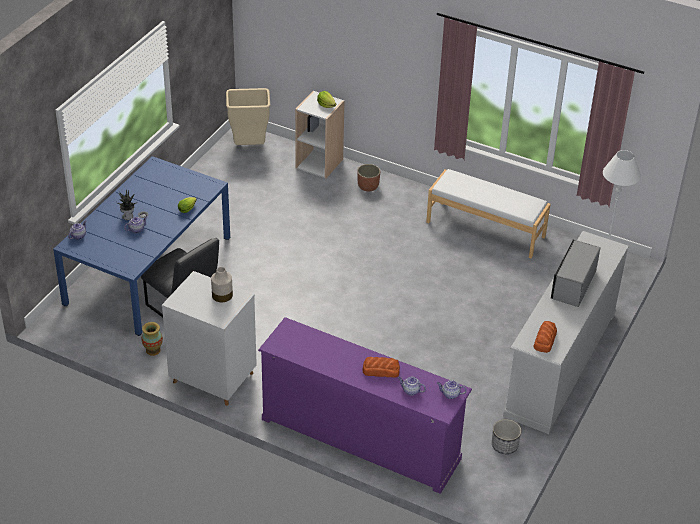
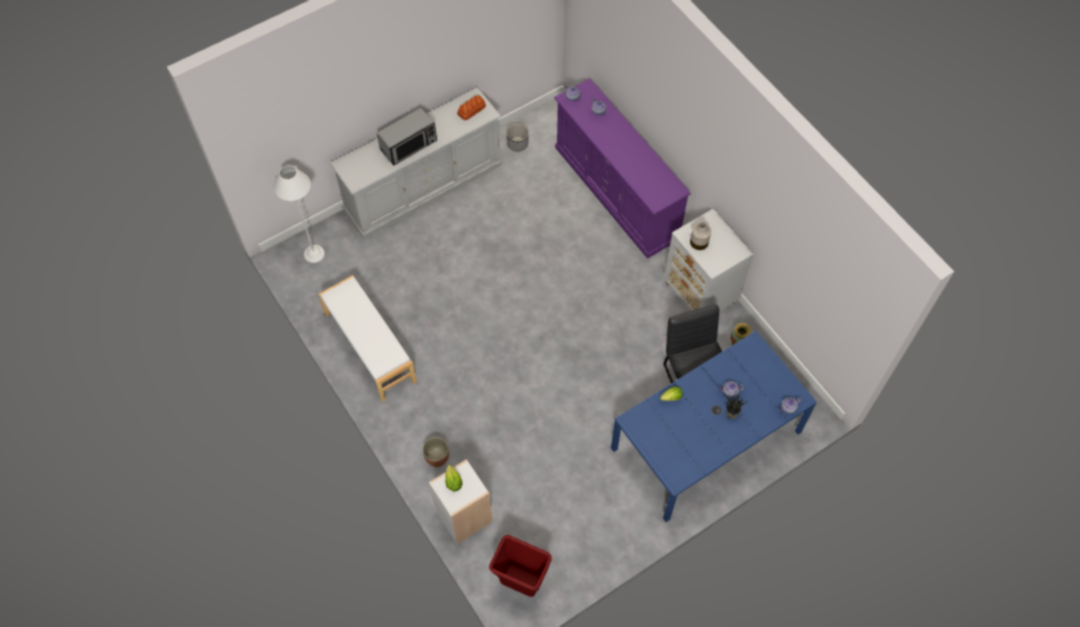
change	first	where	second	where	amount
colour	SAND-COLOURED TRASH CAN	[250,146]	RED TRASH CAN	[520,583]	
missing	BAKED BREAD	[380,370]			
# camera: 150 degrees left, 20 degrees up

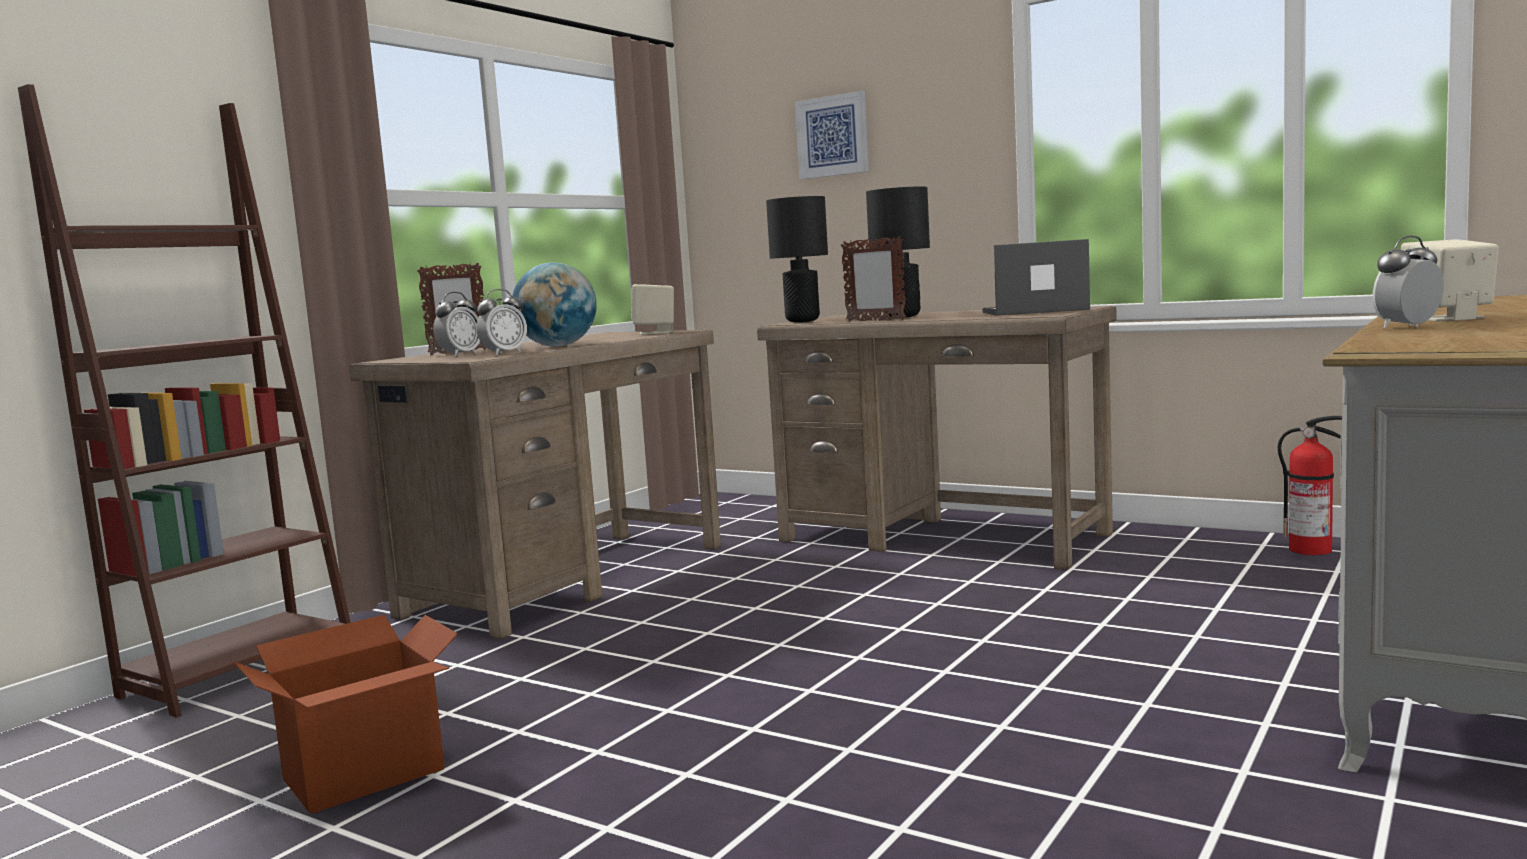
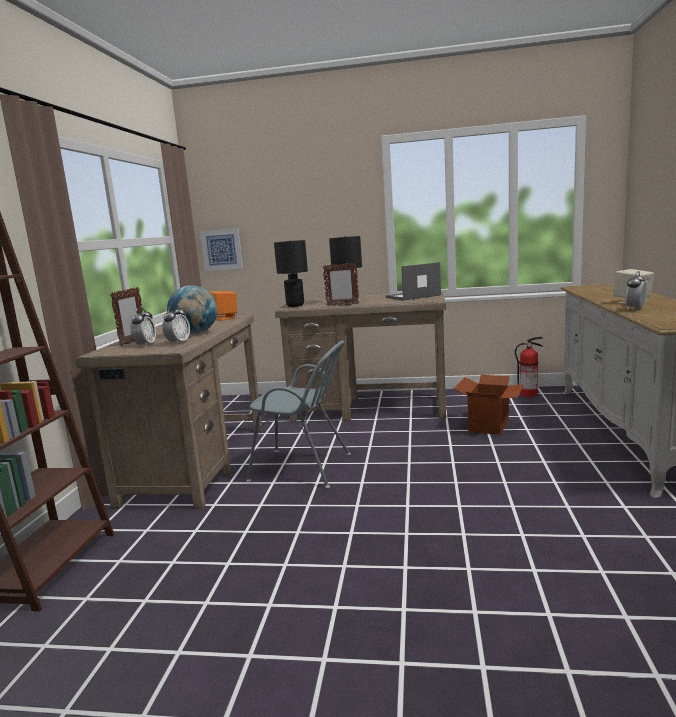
change	first	where	second	where	amount
relocated	WALL PICTURE	[832,136]		[222,249]	
colour	SAND-COLOURED SPEAKER	[655,333]	ORANGEY SPEAKER	[224,318]	
appeared			GRAY PLAIN CHAIR	[304,467]	
relocated	CARDBOARD BOX	[365,775]		[489,425]	
# camera: 25 degrees left, 5 degrees up

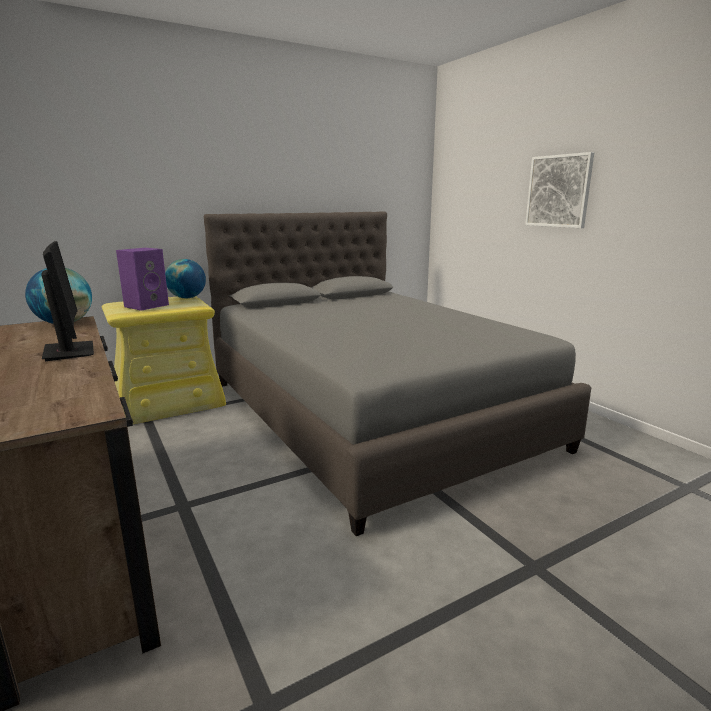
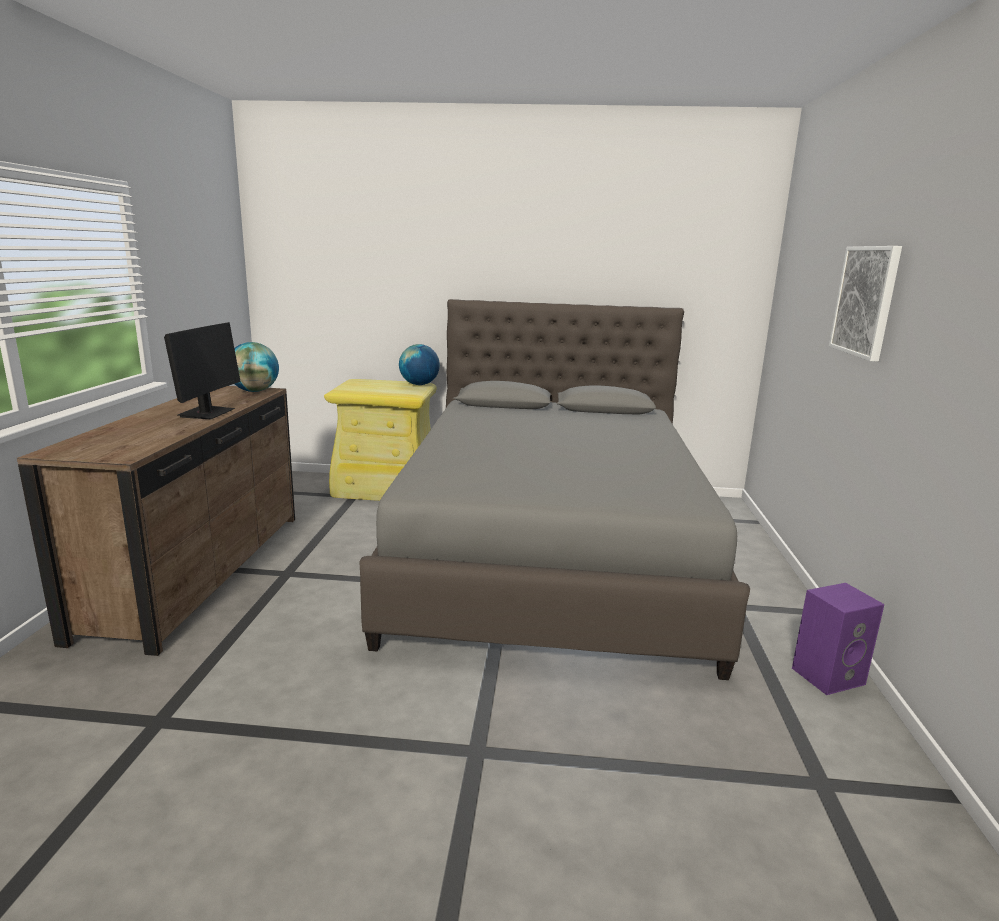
change	first	where	second	where	amount
relocated	PURPLISH SPEAKER	[147,305]		[828,675]	
# camera: 35 degrees right, 0 degrees up

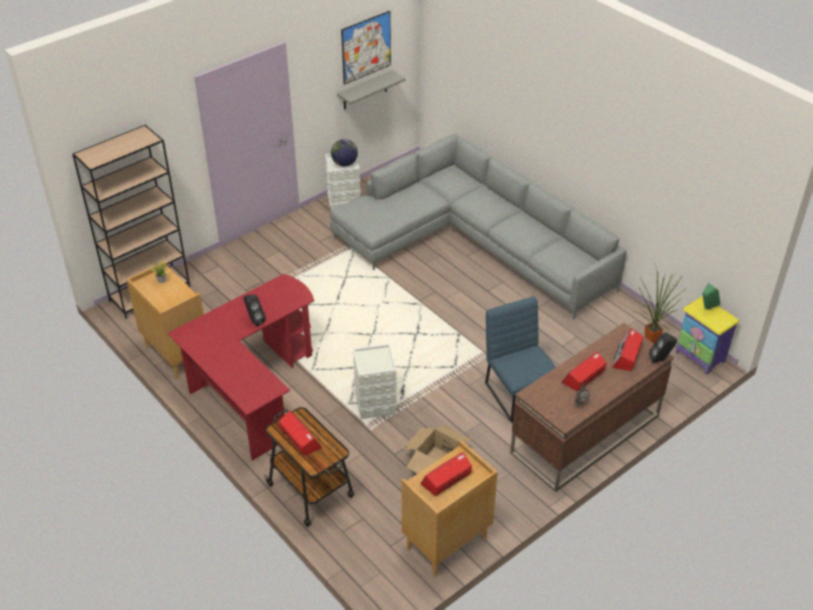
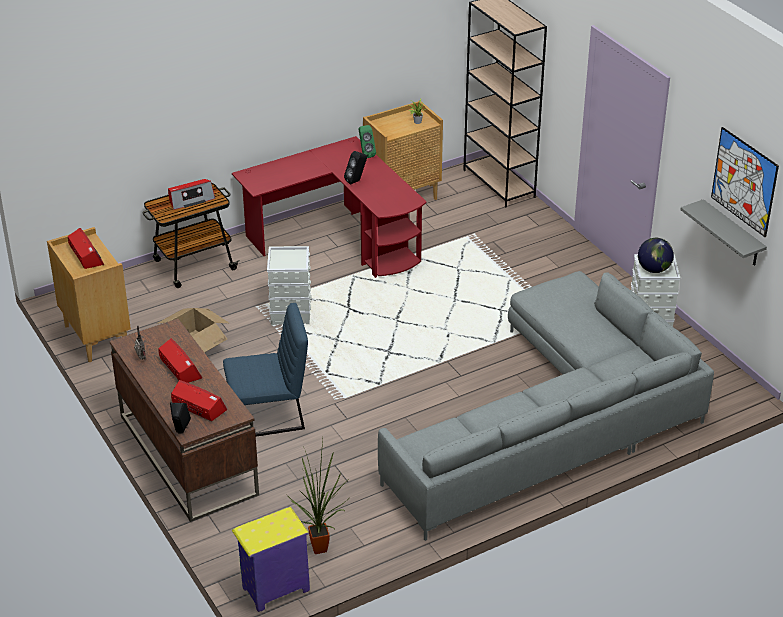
change	first	where	second	where	amount
relocated	GREEN SPEAKER	[707,308]		[365,154]	
# camera: 100 degrees right, 5 degrees down

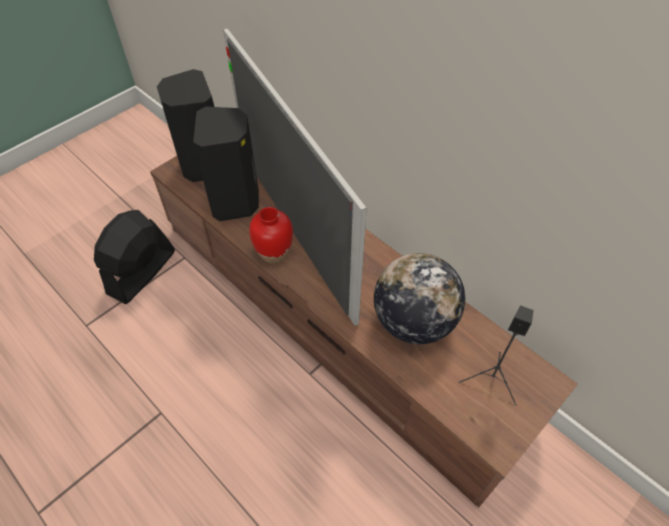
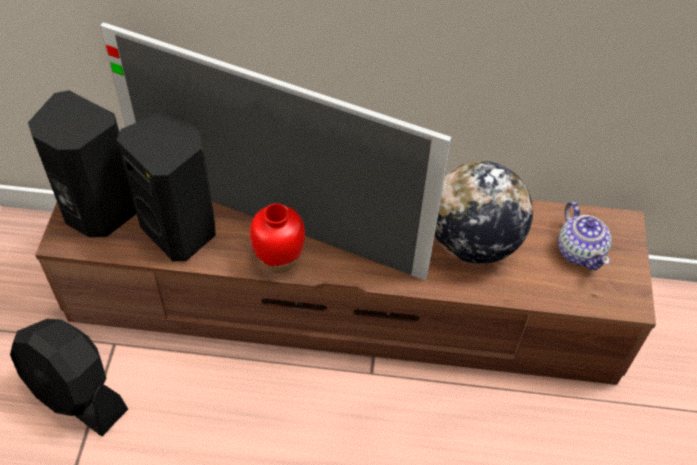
change	first	where	second	where	amount
spun	BLACKISH COOLING FAN	[141,272]		[76,394]	45 degrees counterclockwise
exchanged	BLACKISH SPEAKER	[492,379]	TEAPOT	[580,251]	
# camera: 40 degrees left, 0 degrees up

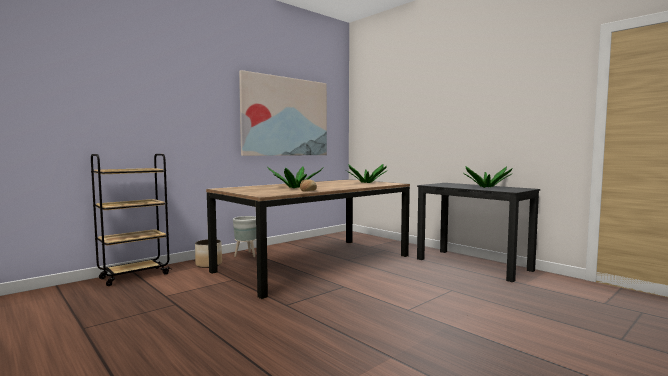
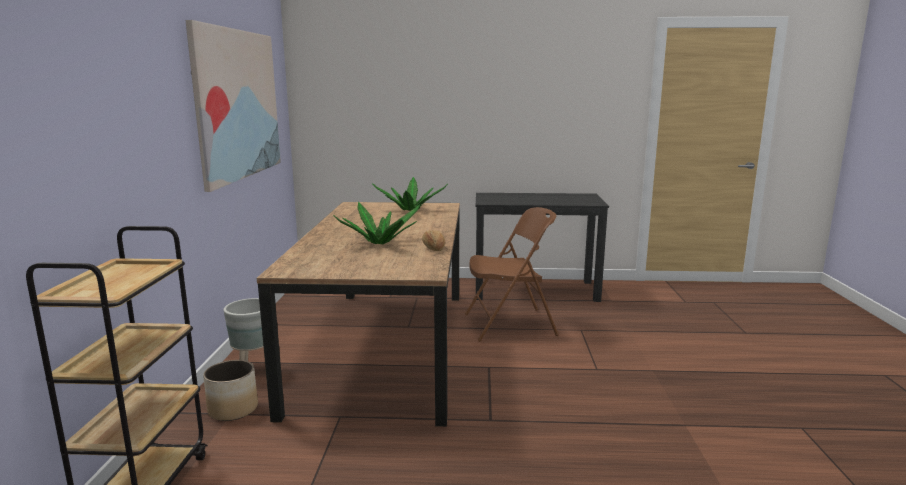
change	first	where	second	where	amount
appeared			BROWNISH PLAIN CHAIR	[509,324]	
missing	POTTED PLANT	[486,187]			
# camera: 45 degrees left, 10 degrees up

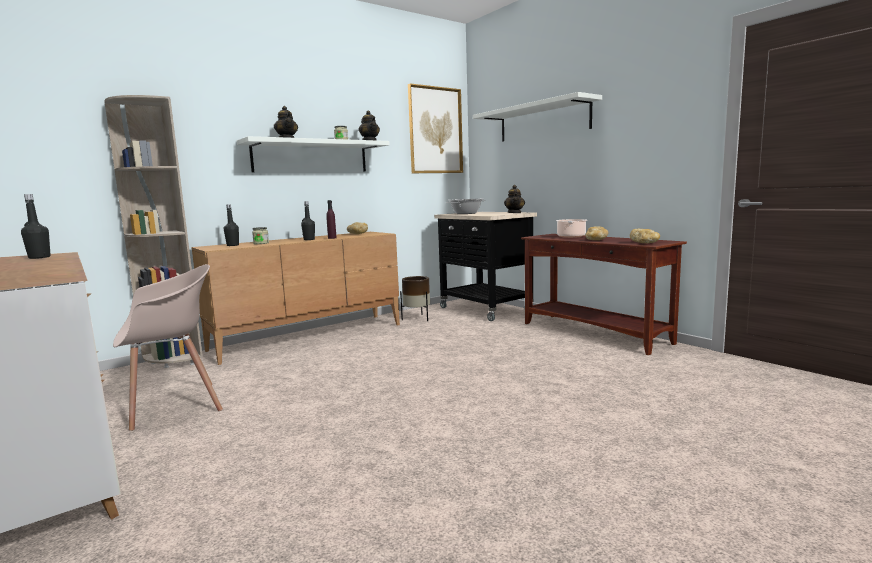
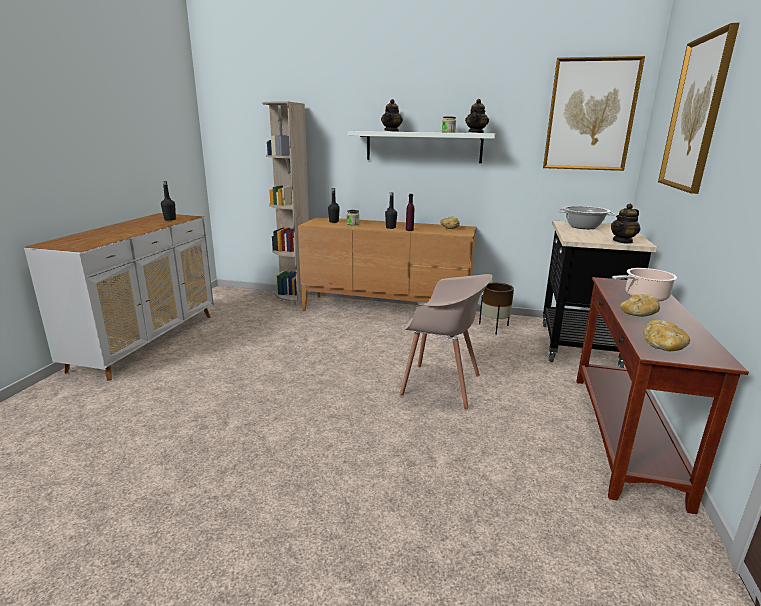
change	first	where	second	where	amount
relocated	SAND-COLOURED PLAIN CHAIR	[177,406]		[442,385]	
exchanged	WHITISH SHELF	[543,121]	WALL PICTURE	[696,114]	
# camera: 50 degrees right, 10 degrees up

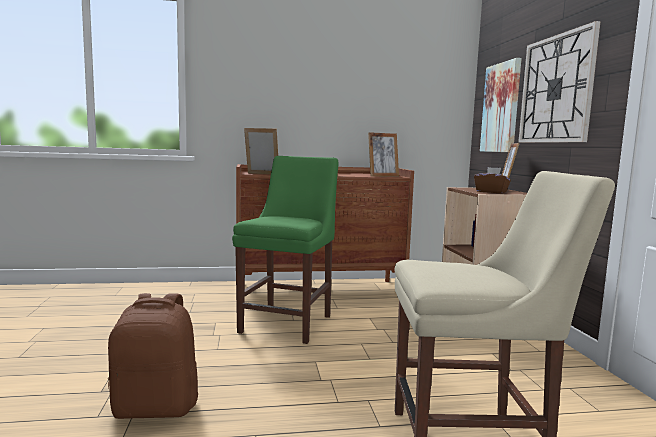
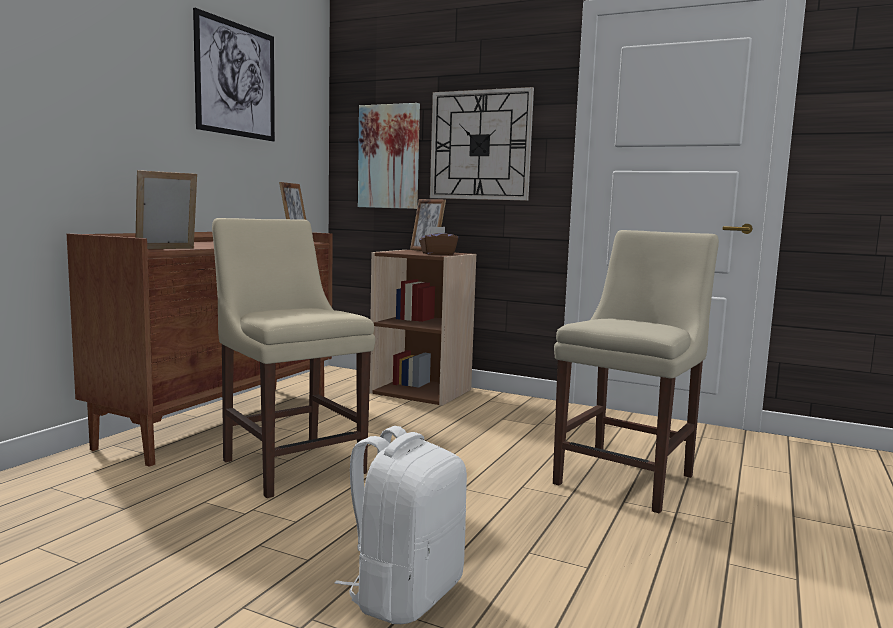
change	first	where	second	where	amount
appeared			WALL PICTURE	[236,80]	
colour	GREEN PLAIN CHAIR	[289,322]	SAND-COLOURED PLAIN CHAIR	[291,464]	
colour	BROWNISH KNAPSACK	[156,408]	WHITISH KNAPSACK	[405,594]	
# camera: 55 degrees left, 0 degrees up

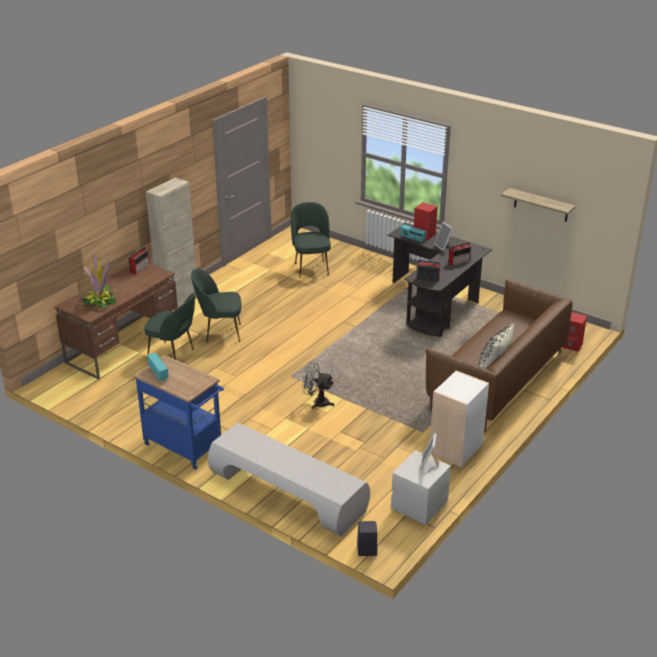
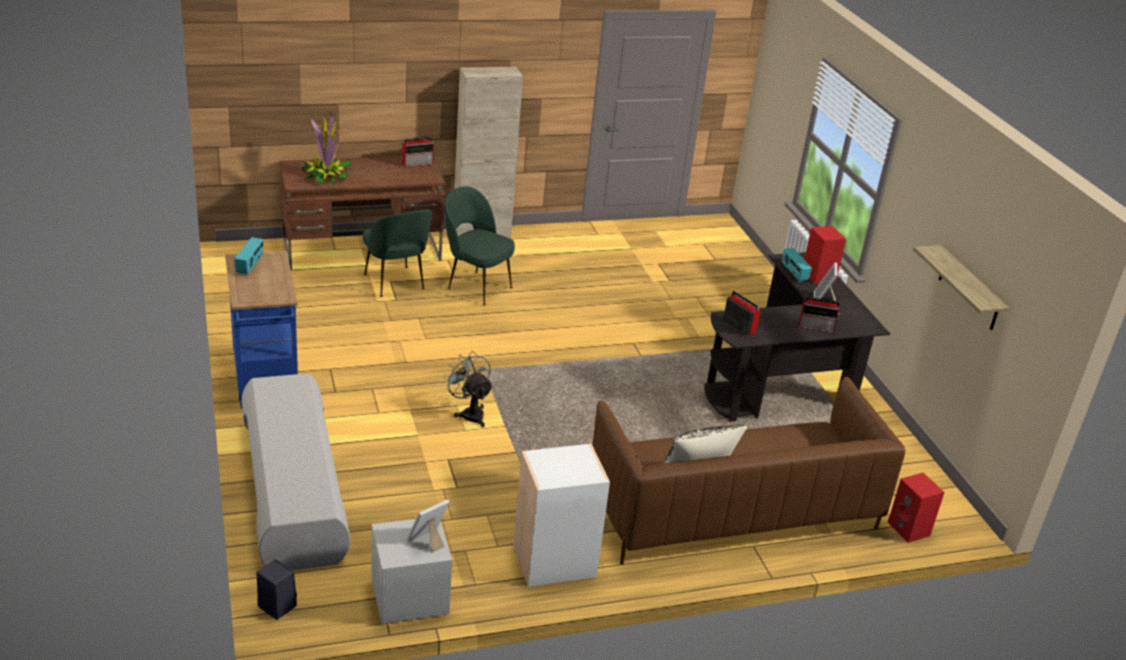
change	first	where	second	where	amount
missing	GREEN PLAIN CHAIR	[311,267]			
# camera: 35 degrees right, 0 degrees up

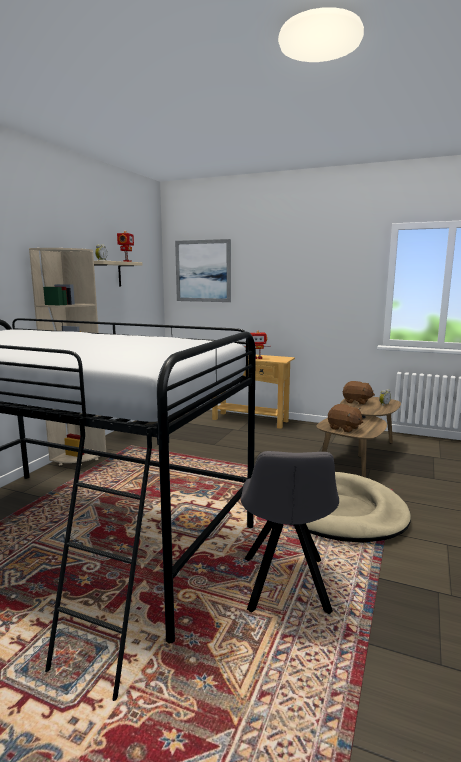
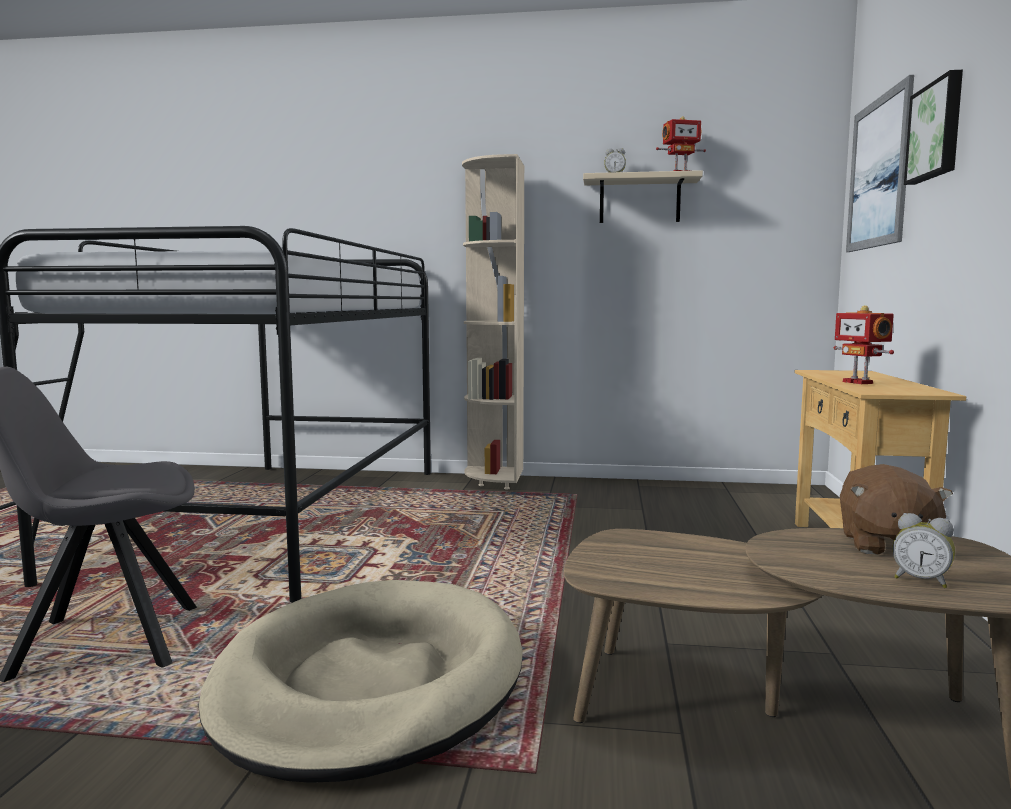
change	first	where	second	where	amount
appeared			WALL PICTURE	[937,131]	
missing	BROWNISH CUDDLY TOY	[344,428]			
# camera: 75 degrees right, 5 degrees down

